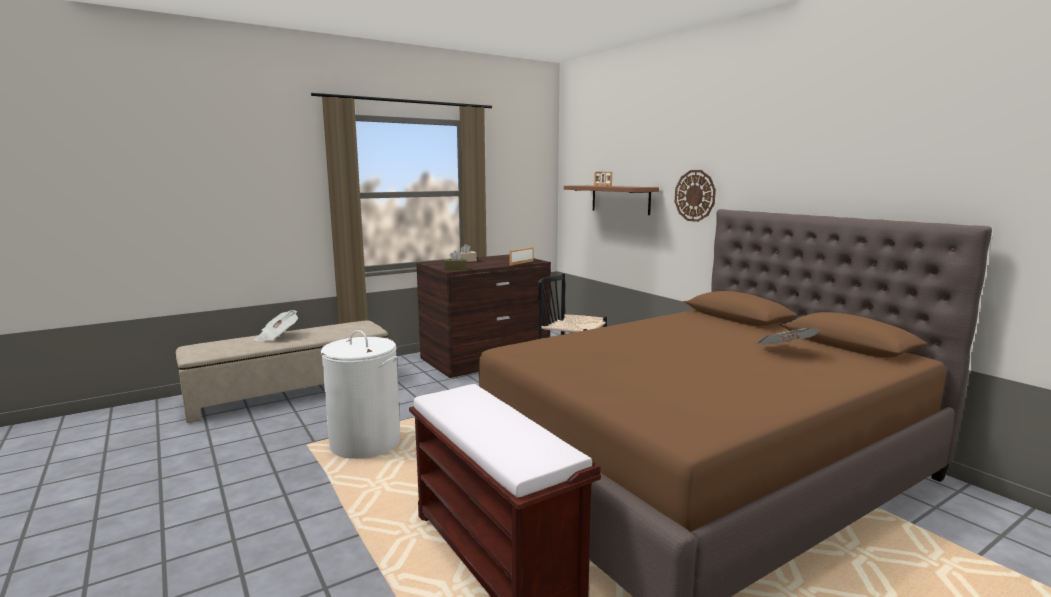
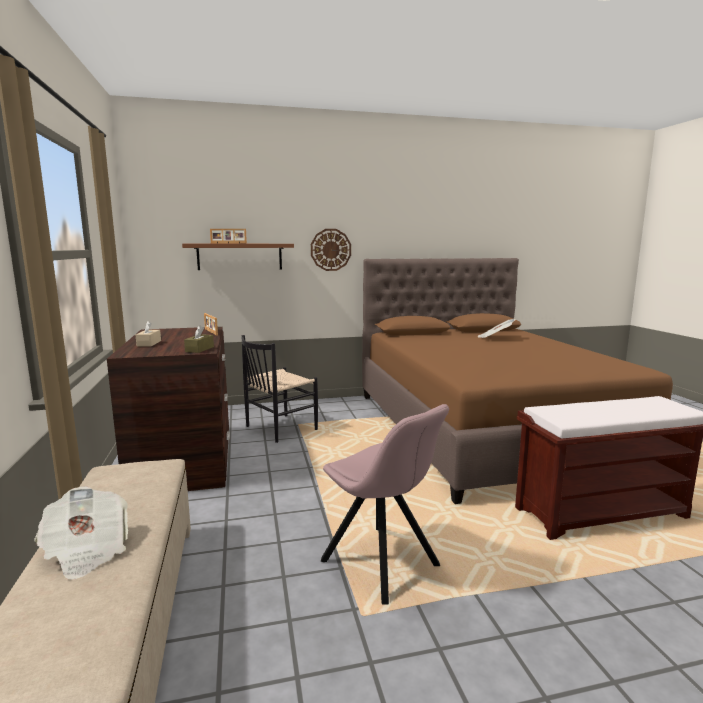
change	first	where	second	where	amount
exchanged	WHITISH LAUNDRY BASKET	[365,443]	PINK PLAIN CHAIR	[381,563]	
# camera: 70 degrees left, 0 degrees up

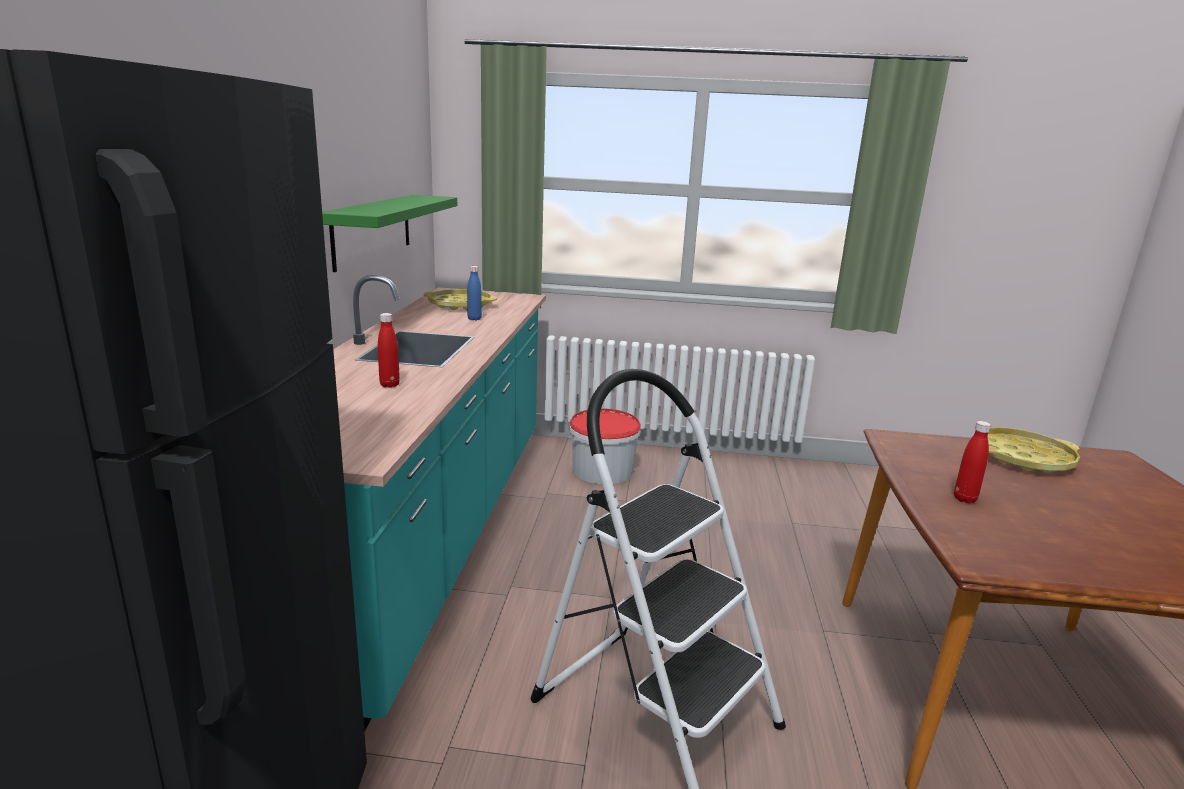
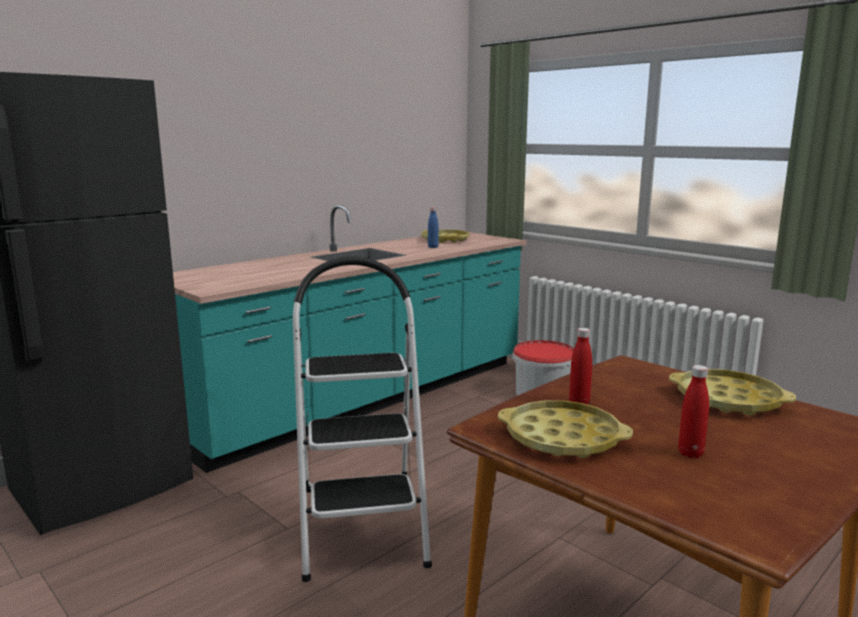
change	first	where	second	where	amount
appeared			YELLOW CARRYING TRAY	[562,438]	
relocated	RED BOTTLE	[389,385]		[690,453]	
missing	GREEN SHELF	[373,229]			
# camera: 40 degrees right, 5 degrees down

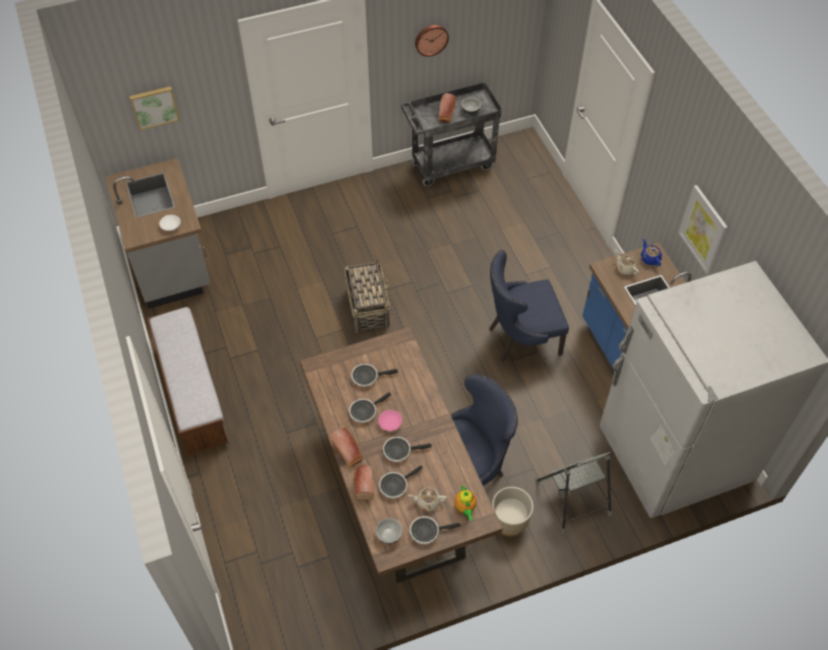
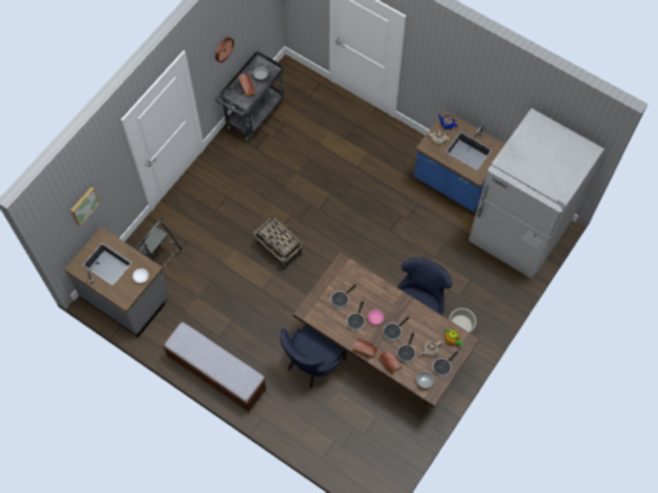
change	first	where	second	where	amount
relocated	GRAY STEP LADDER	[574,499]		[158,255]	
relocated	BLUISH PLAIN CHAIR	[521,339]		[313,363]	
missing	WALL PICTURE	[703,229]			
# camera: 35 degrees left, 10 degrees up

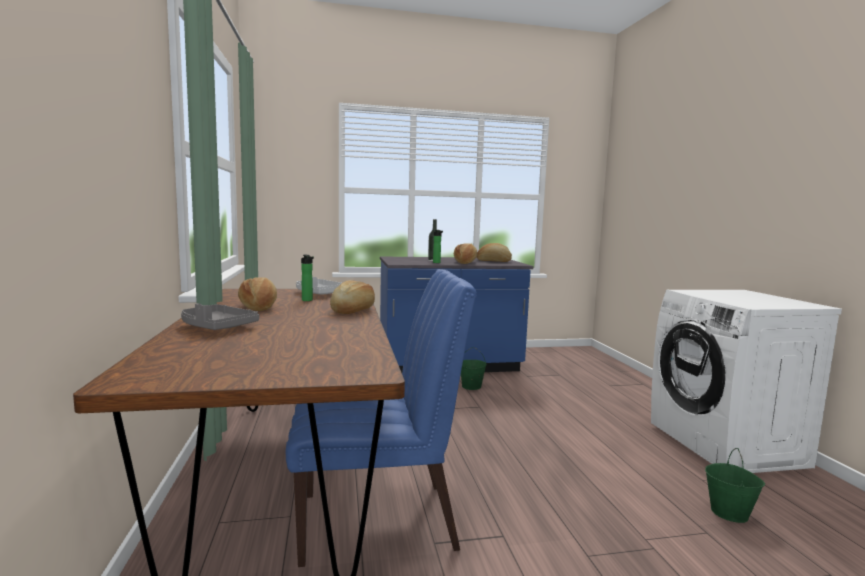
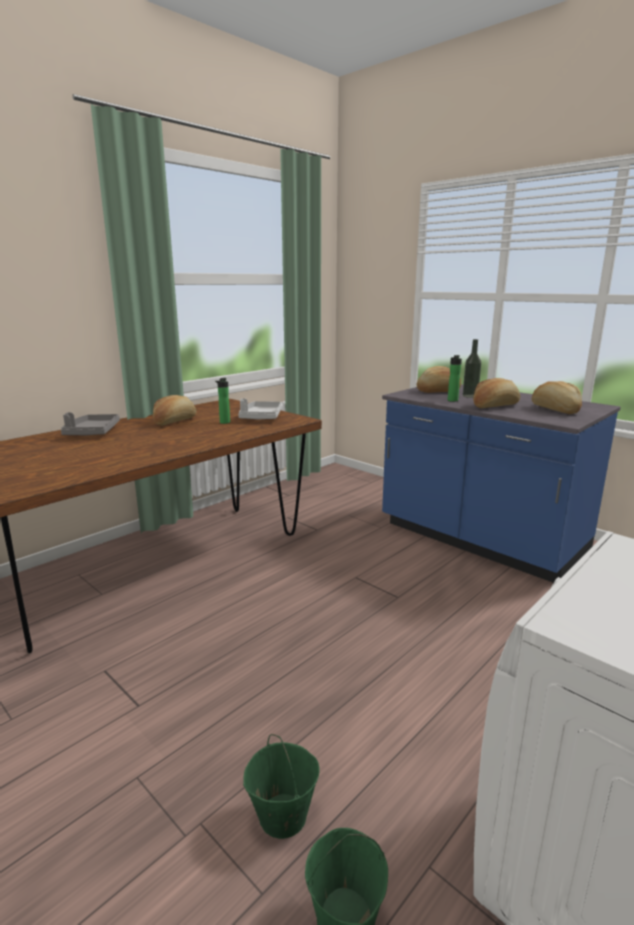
change	first	where	second	where	amount
relocated	GREEN BUCKET	[471,386]		[282,816]	
relocated	BAKED BREAD	[353,310]		[438,391]	
missing	BLUISH PLAIN CHAIR	[376,522]			
# camera: 55 degrees right, 10 degrees up

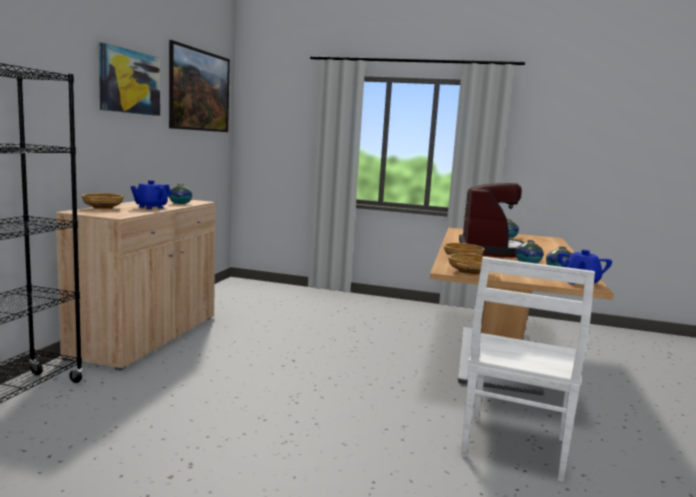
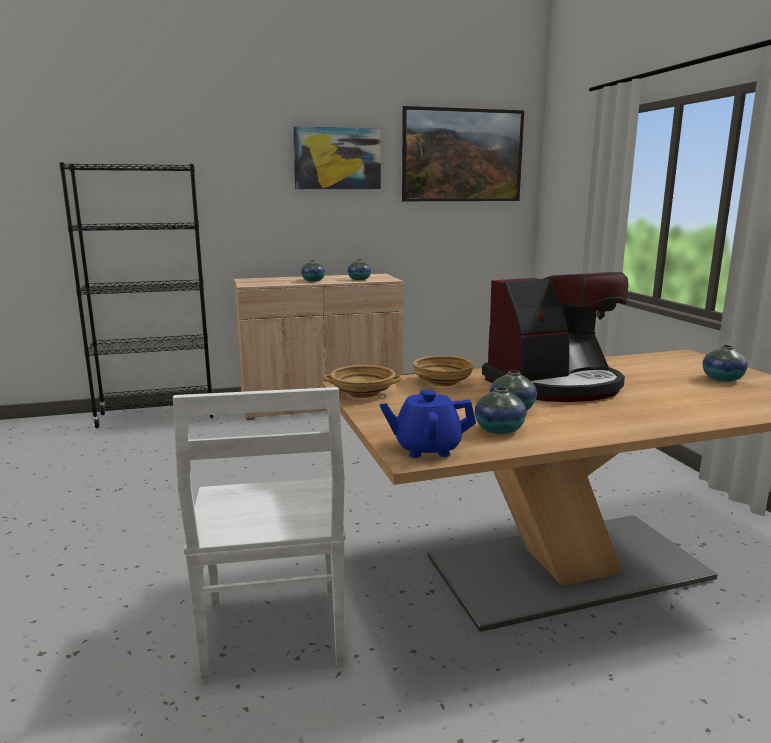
change	first	where	second	where	amount
spun	WHITISH PLAIN CHAIR	[513,449]		[273,636]	90 degrees counterclockwise
exchanged	BLUISH TEAPOT	[150,207]	DECORATIVE VASE	[313,281]	
missing	SAND-COLOURED BOWL	[103,208]			
# camera: 60 degrees right, 5 degrees up

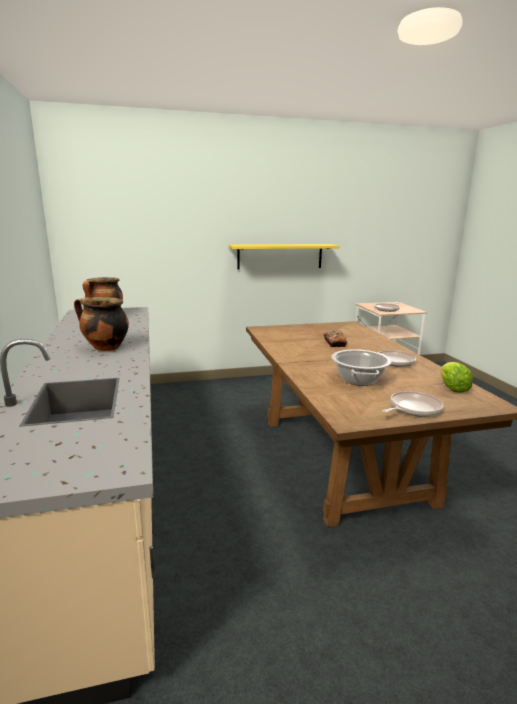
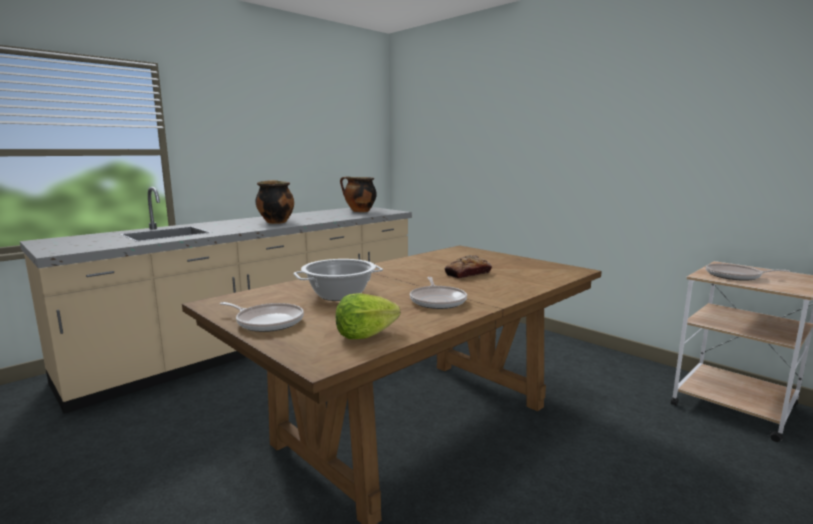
change	first	where	second	where	amount
missing	YELLOW SHELF	[280,256]			
# camera: 60 degrees right, 5 degrees down

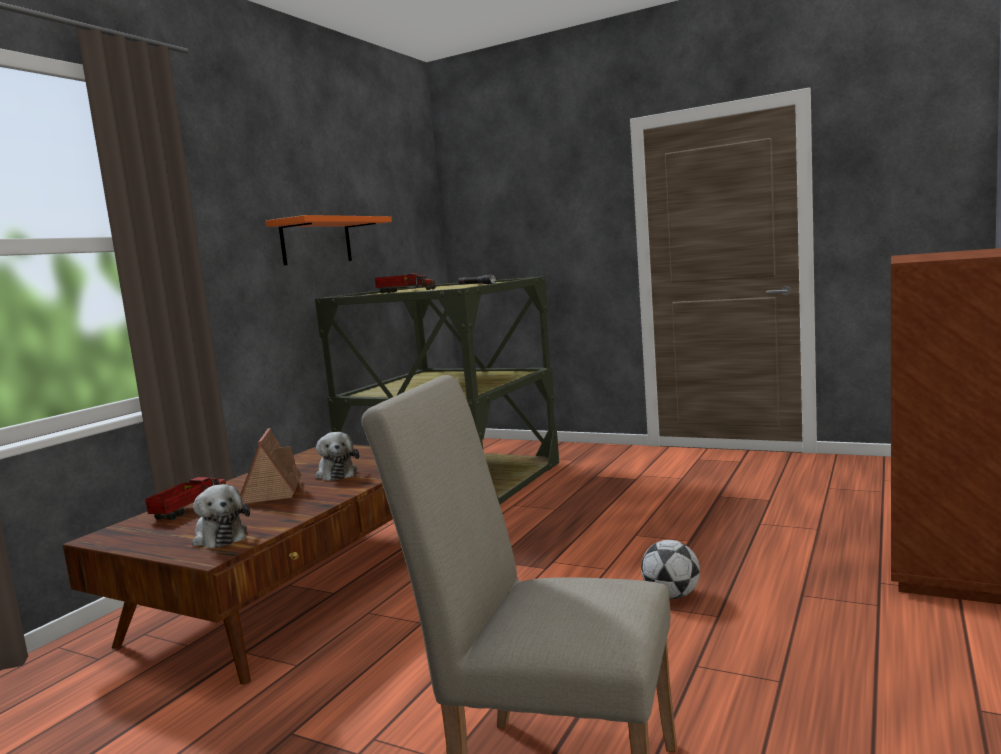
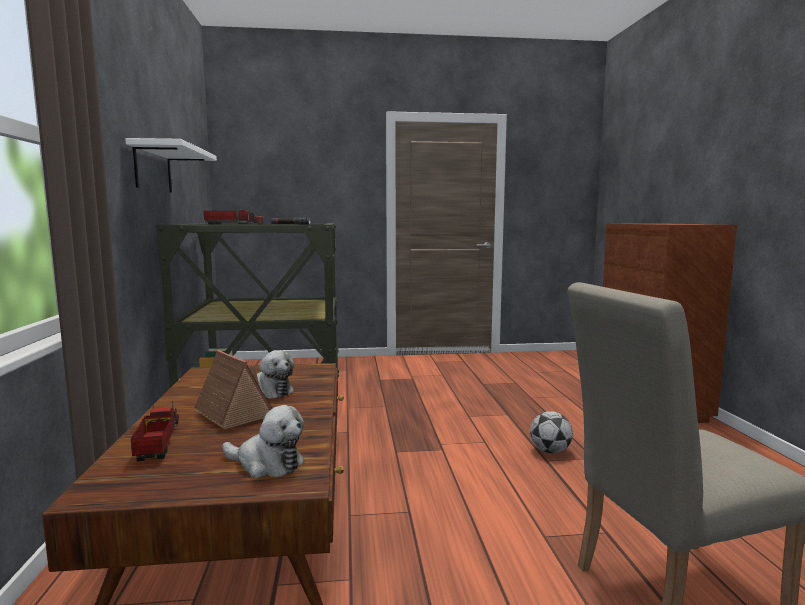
change	first	where	second	where	amount
colour	ORANGEY SHELF	[316,242]	WHITISH SHELF	[153,169]	
# camera: 35 degrees left, 0 degrees up

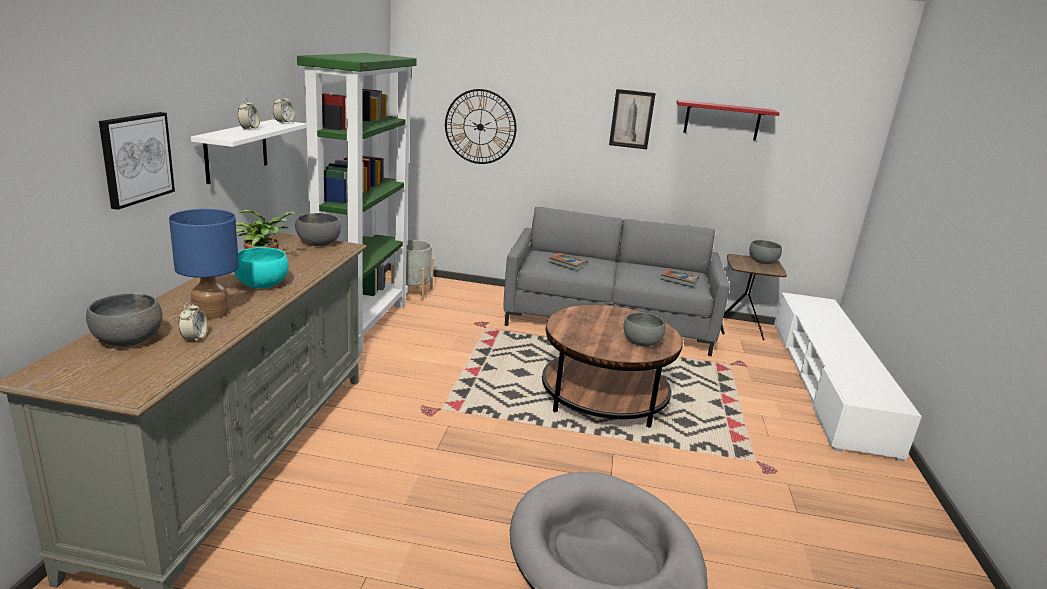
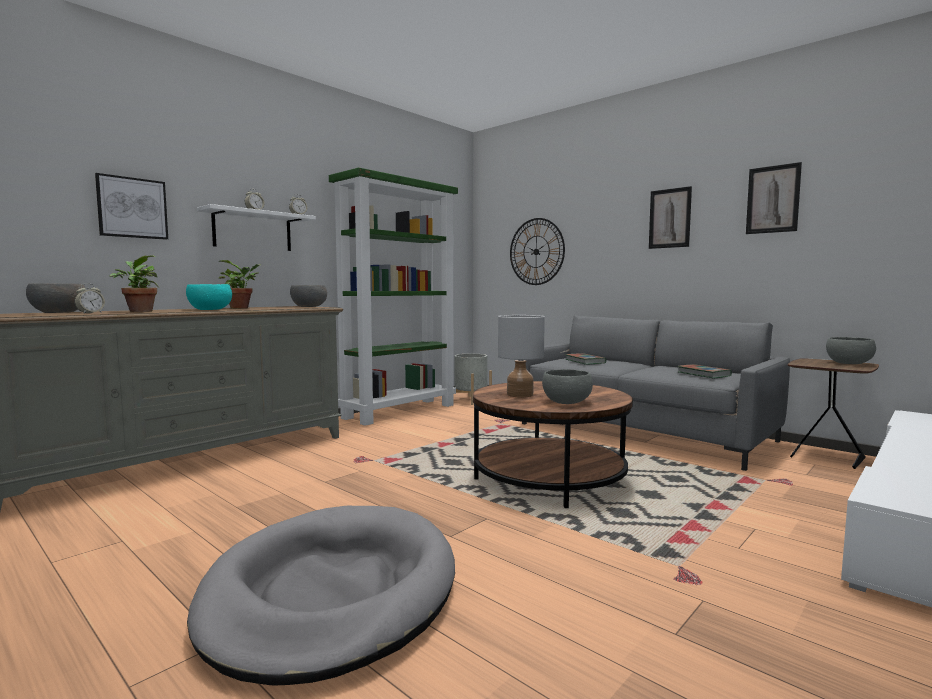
change	first	where	second	where	amount
exchanged	BLUISH TABLETOP LAMP	[211,312]	POTTED PLANT	[138,311]	
appeared			GRAY TABLETOP LAMP	[520,395]	
exchanged	RED SHELF	[722,120]	WALL PICTURE	[773,199]	
# camera: 35 degrees right, 15 degrees down

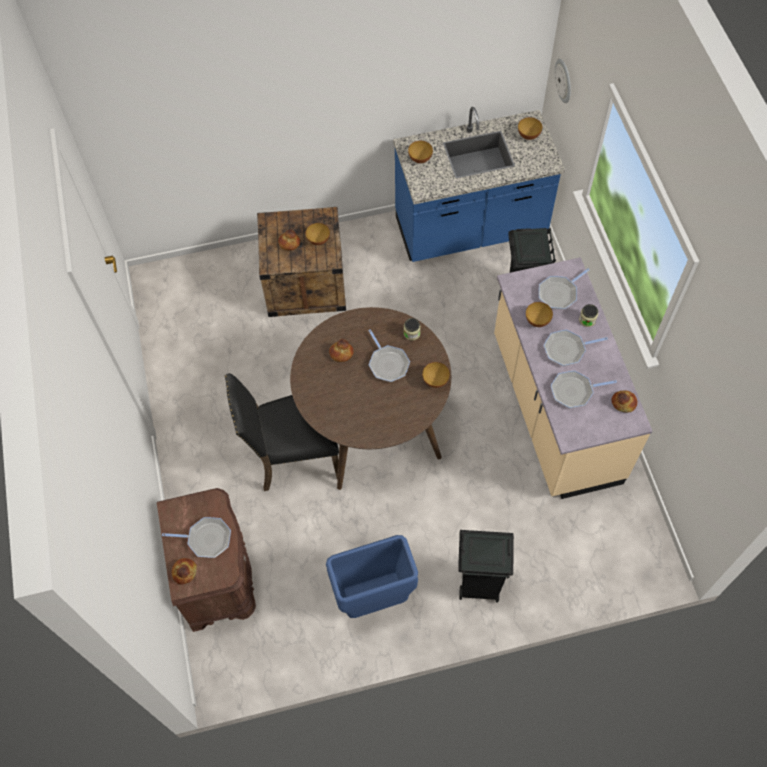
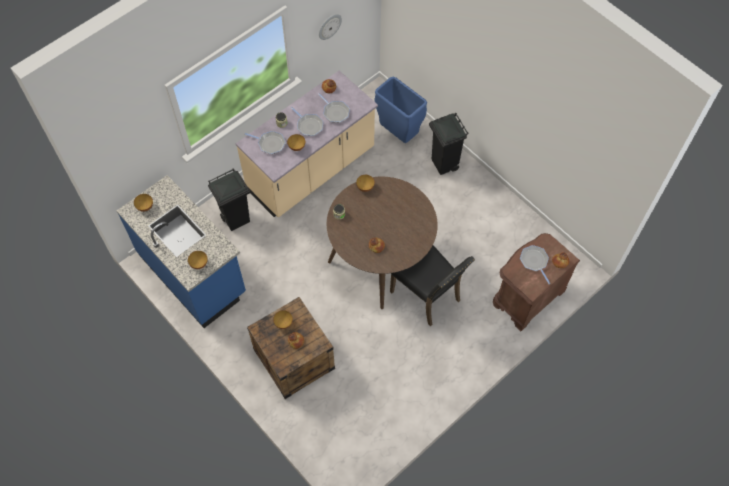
change	first	where	second	where	amount
relocated	HANGING CLOCK	[564,80]		[329,26]	
relocated	BLUISH TRASH CAN	[374,598]		[398,134]	
missing	PAN	[388,363]			
# camera: 120 degrees left, 0 degrees up

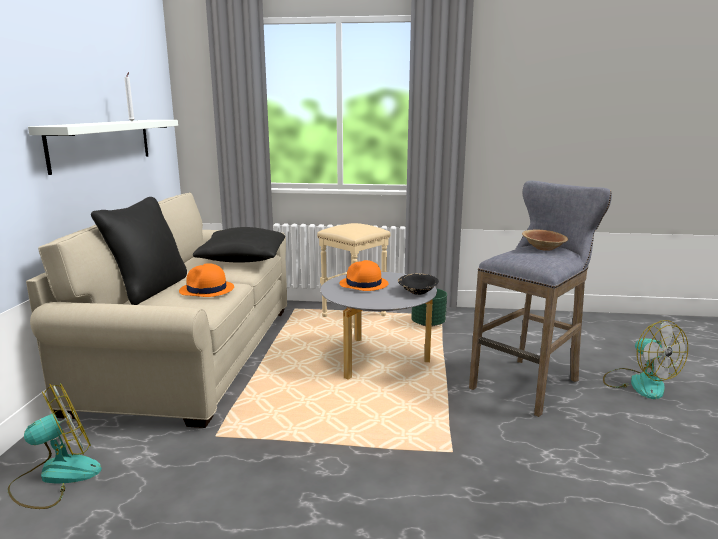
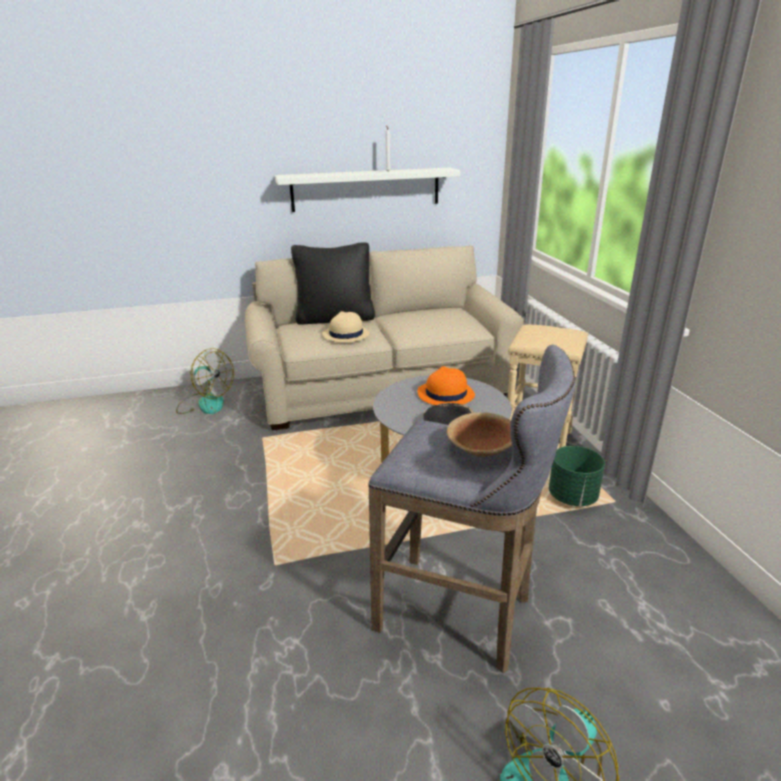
change	first	where	second	where	amount
colour	ORANGEY CLOTHING HAT	[207,290]	SAND-COLOURED CLOTHING HAT	[345,334]	
missing	BLACKISH CUSHION	[243,259]			
# camera: 70 degrees right, 10 degrees up

